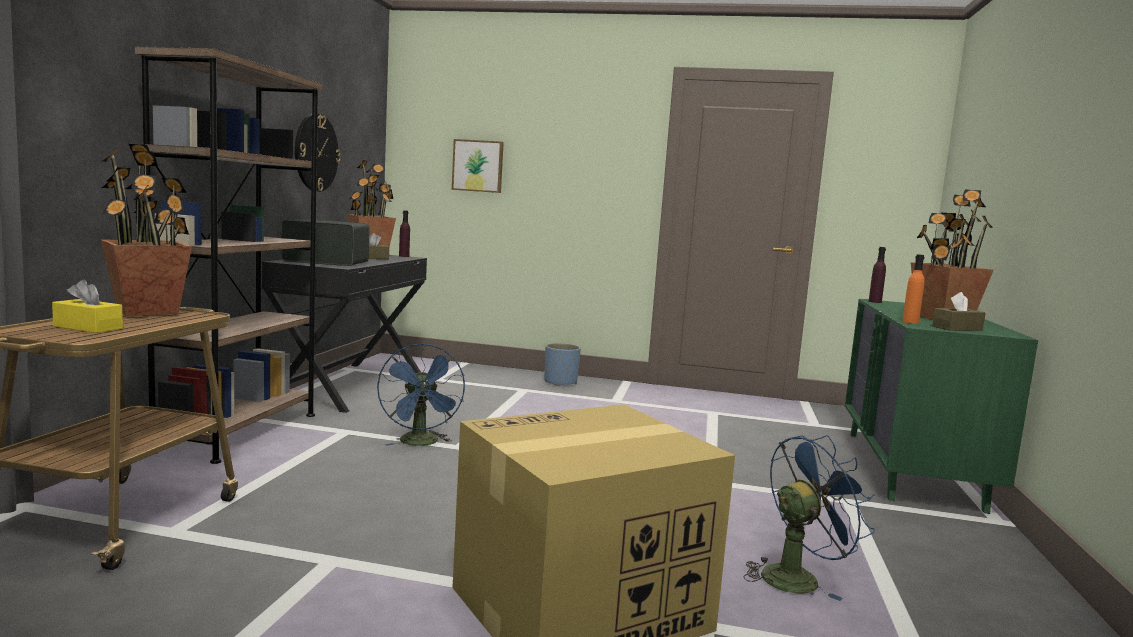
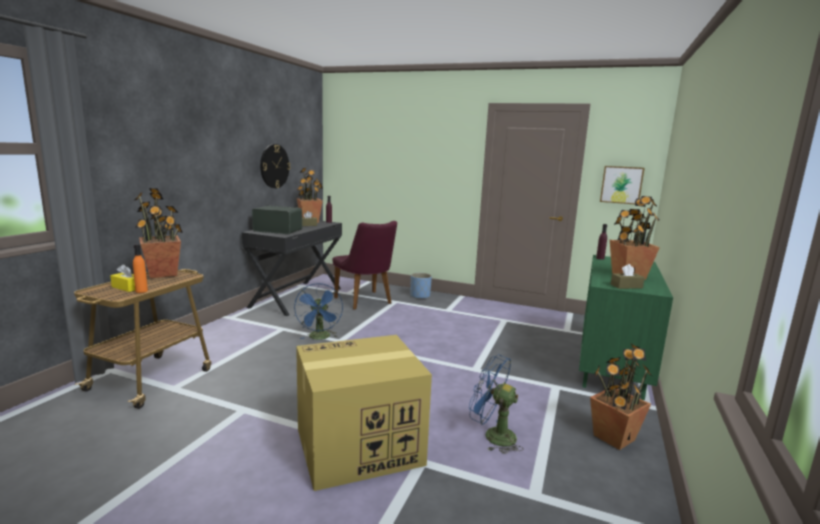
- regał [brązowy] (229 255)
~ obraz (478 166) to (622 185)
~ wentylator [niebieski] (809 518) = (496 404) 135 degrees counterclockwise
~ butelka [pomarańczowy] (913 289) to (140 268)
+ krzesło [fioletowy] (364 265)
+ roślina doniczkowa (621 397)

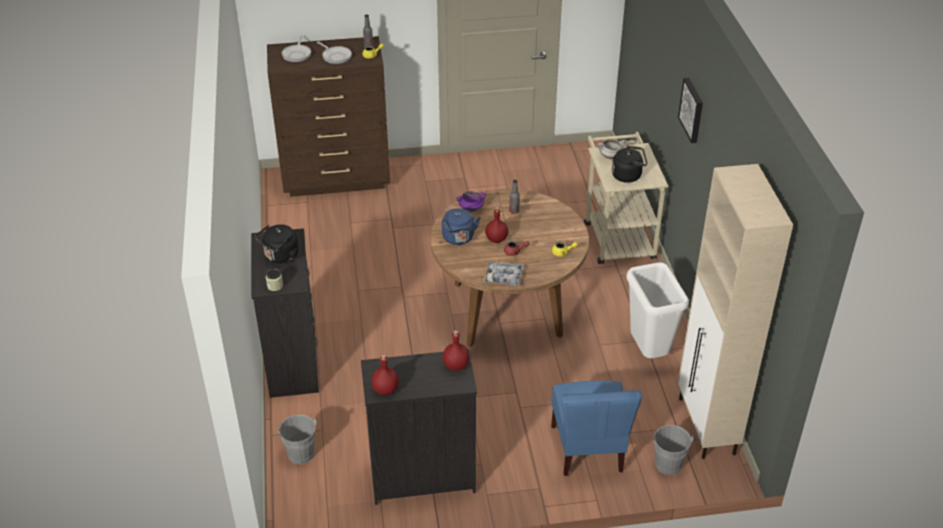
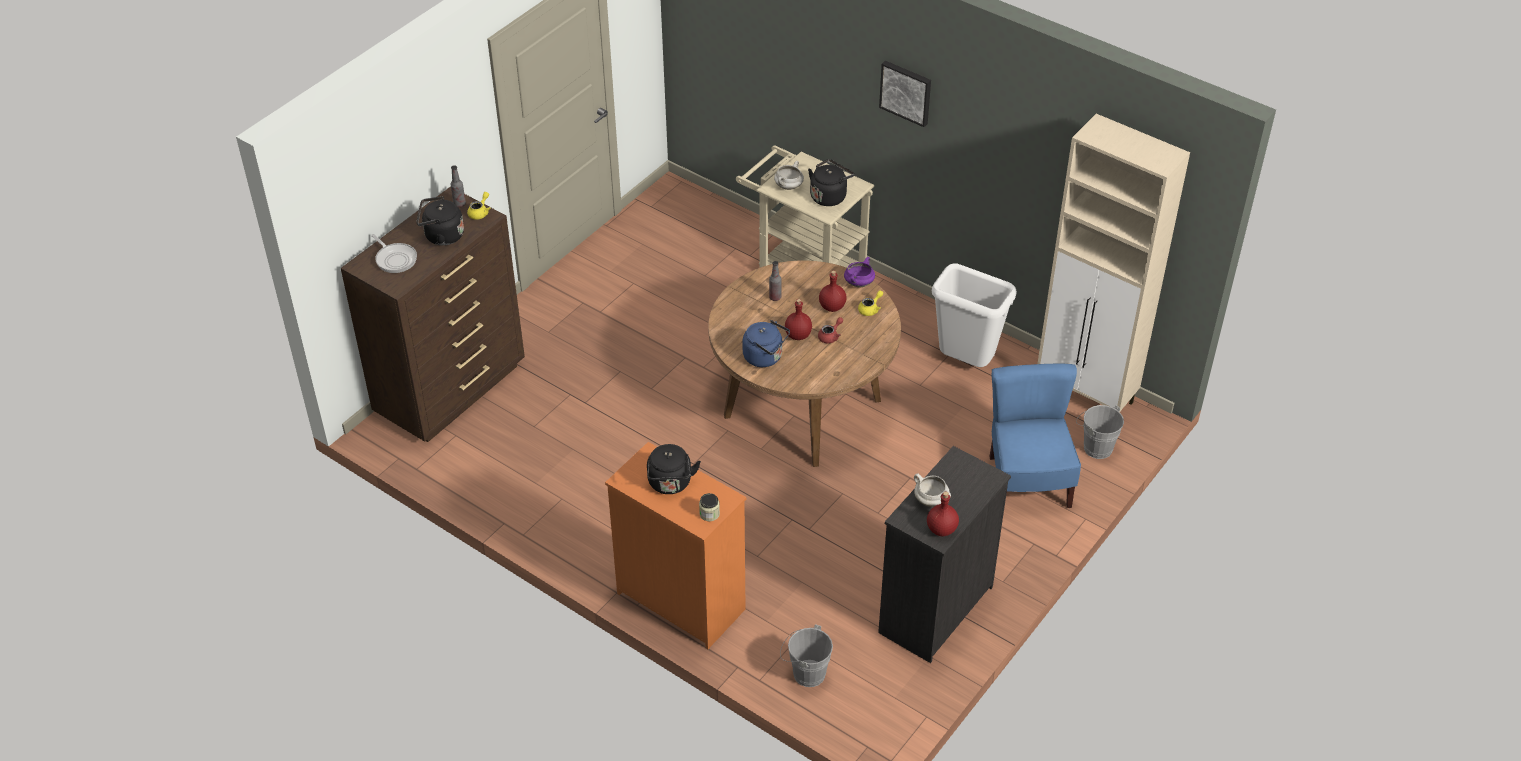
~ komoda [czarny] (285 313) to komoda [pomarańczowy] (675 545)
~ patelnia (334 53) to czajnik [czarny] (440 220)
~ butelka [czerwony] (456 350) to (833 291)
~ garnek [fioletowy] (471 201) to (859 272)
- taca (503 273)
~ krzesło [niebieski] (596 428) = (1035 436) 135 degrees counterclockwise
+ garnek [biały] (932 490)

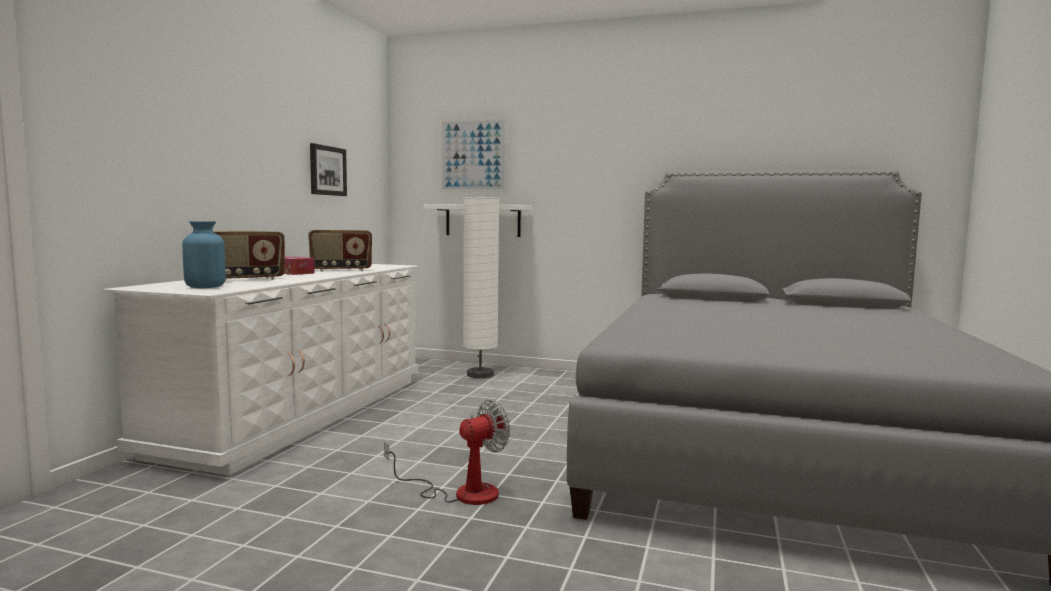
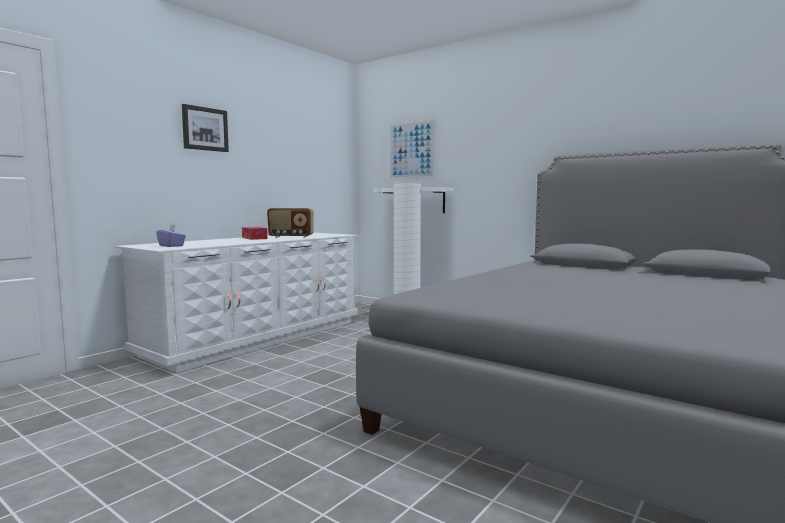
~ wazon [niebieski] (204 254) to pudełko chusteczek [fioletowy] (171 235)
- radio (249 255)
~ obraz (328 169) to (205 128)
- wentylator (447 452)

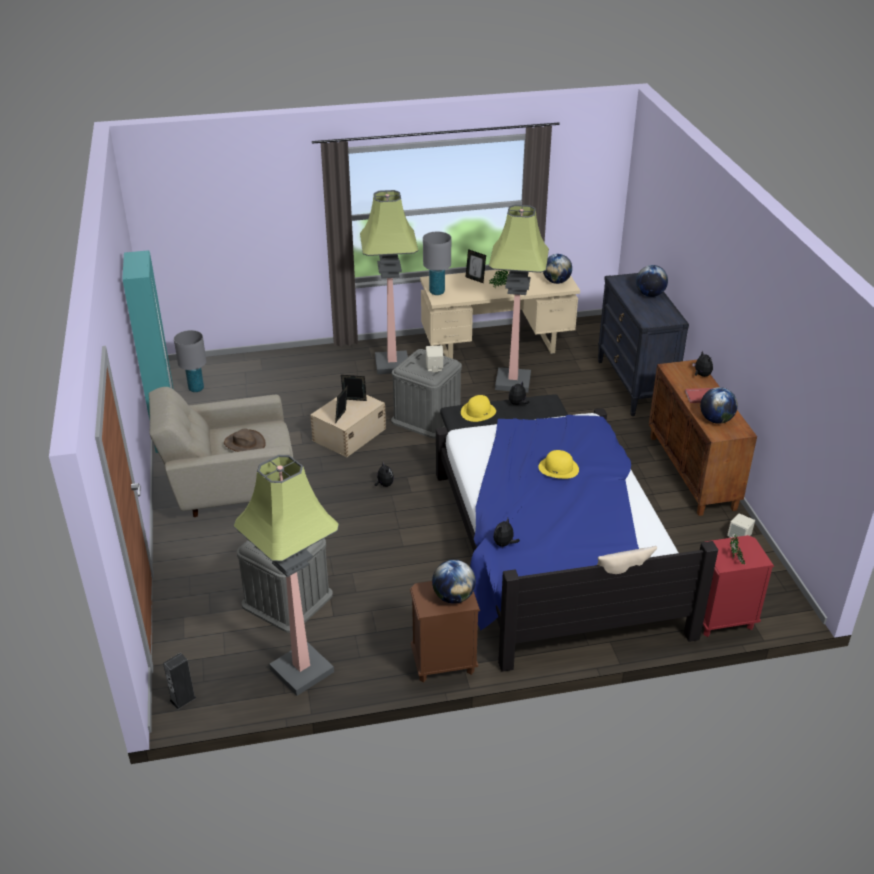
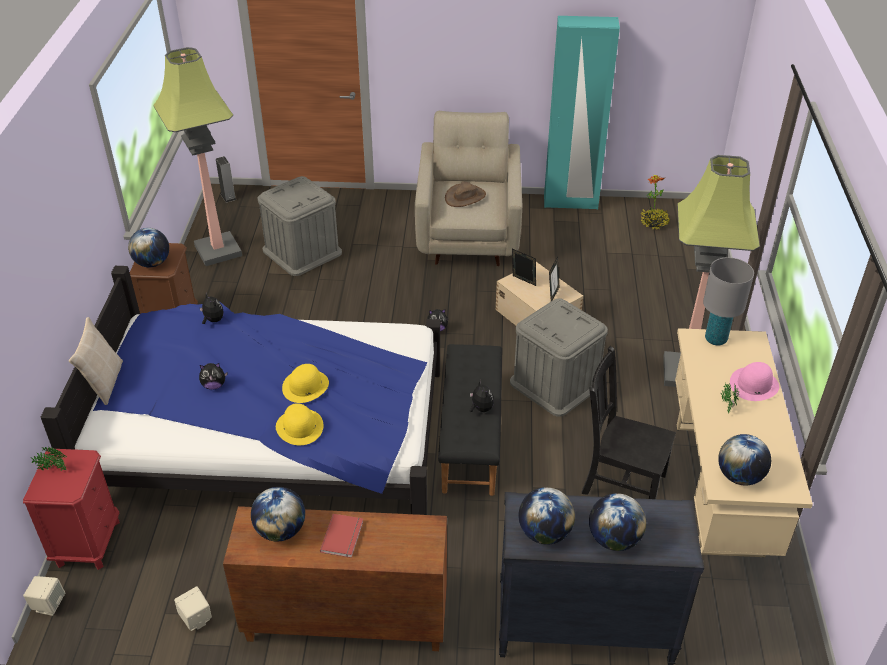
~ lampa stołowa [szary] (190 361) to roślina doniczkowa (655 202)
~ głośnik [beżowy] (434 359) to (44 596)
~ kapelusz [żółty] (478 408) to (299 424)
~ ramka na zdjęcie (476 266) to kapelusz [różowy] (754 381)
~ lampa stojąca (519 299) to krzesło [czarny] (629 422)
~ pluszak (702 364) to (213 376)
+ globus (546 516)

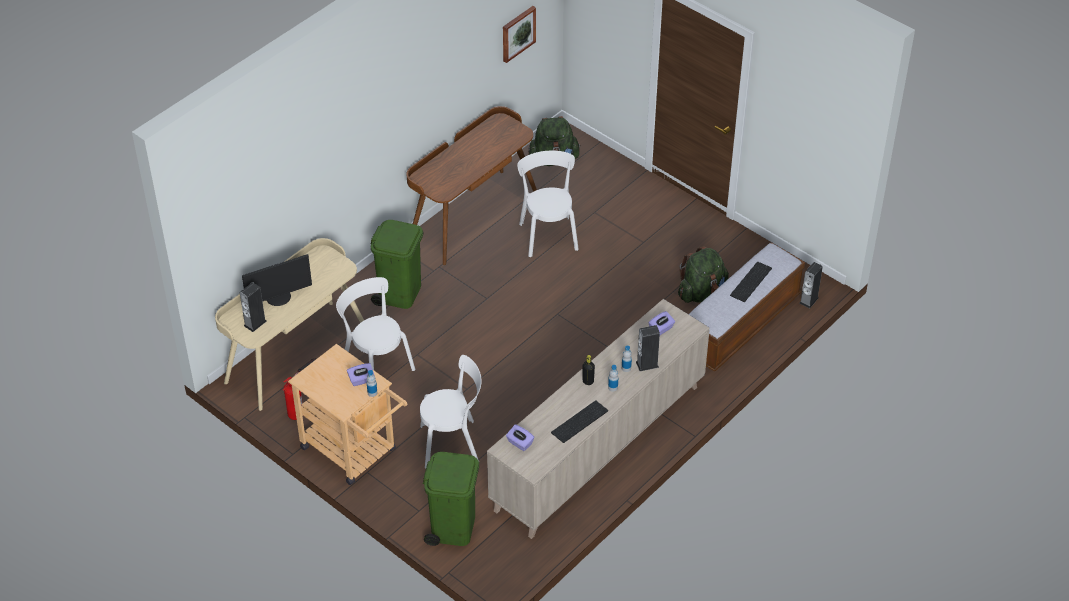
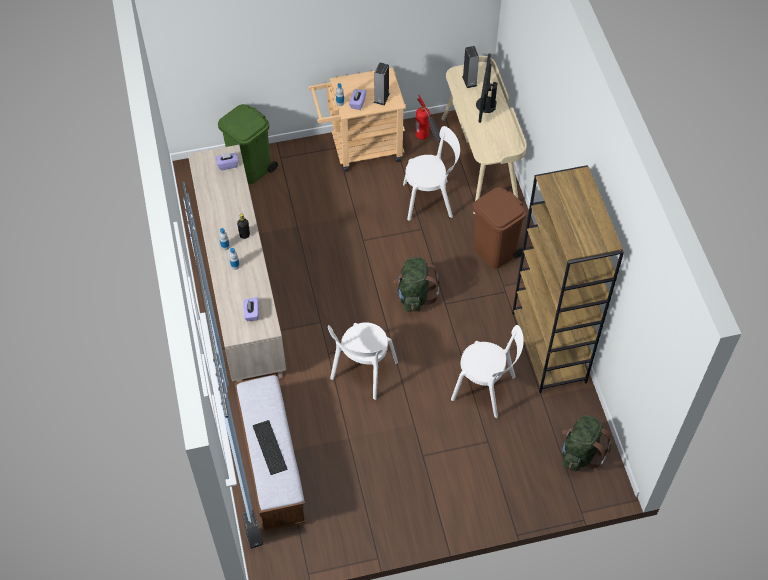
~ kosz na śmieci [zielony] (397 264) to kosz na śmieci [brązowy] (500 228)
~ biurko [brązowy] (471 185) to regał [brązowy] (568 279)
~ krzesło [biały] (450 411) to (363 361)
- obraz (519 34)
- klawiatura (579 421)
~ głośnik (648 348) to (382 84)
~ plecak [zielony] (703 274) to (416 284)

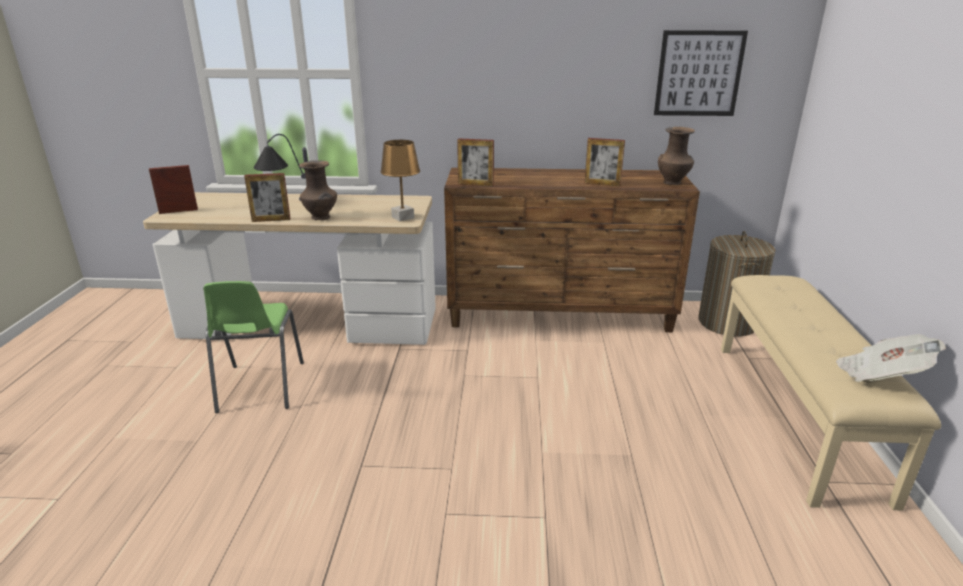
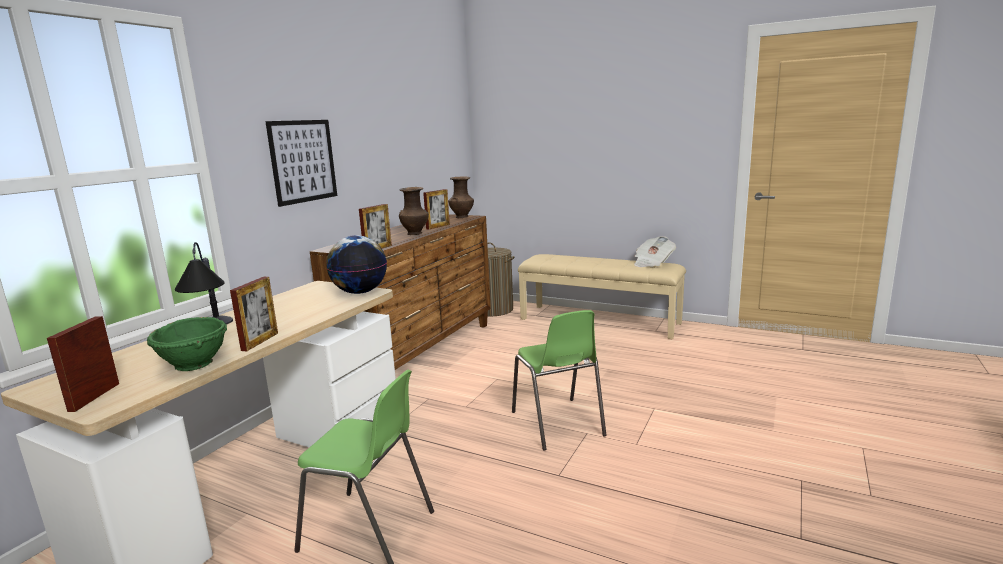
~ wazon [brązowy] (318 190) to (414 211)
~ lampa stołowa [brązowy] (400 180) to globus (357 264)
~ obraz (701 73) to (301 163)
+ miska [zielony] (187 344)
+ krzesło [zielony] (559 380)

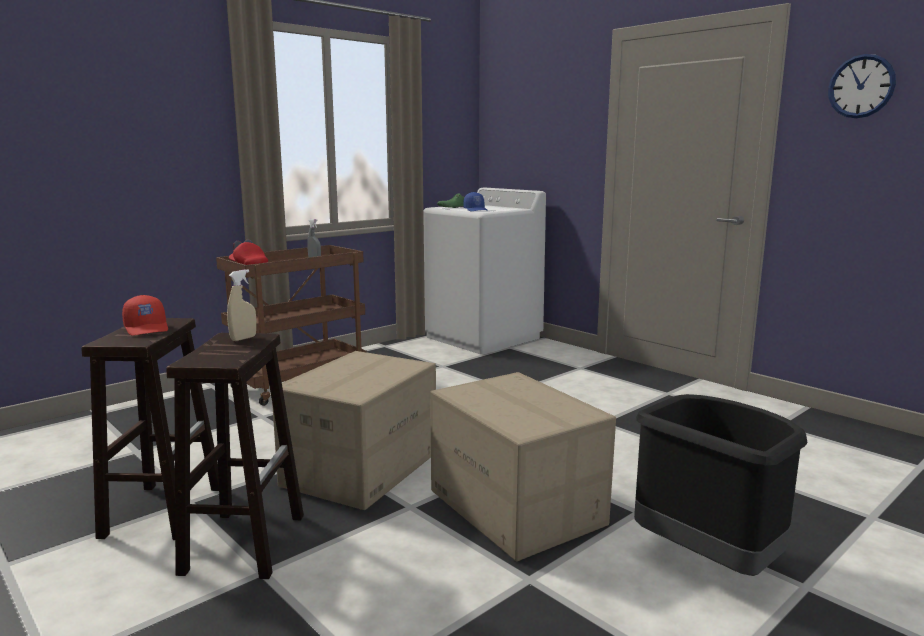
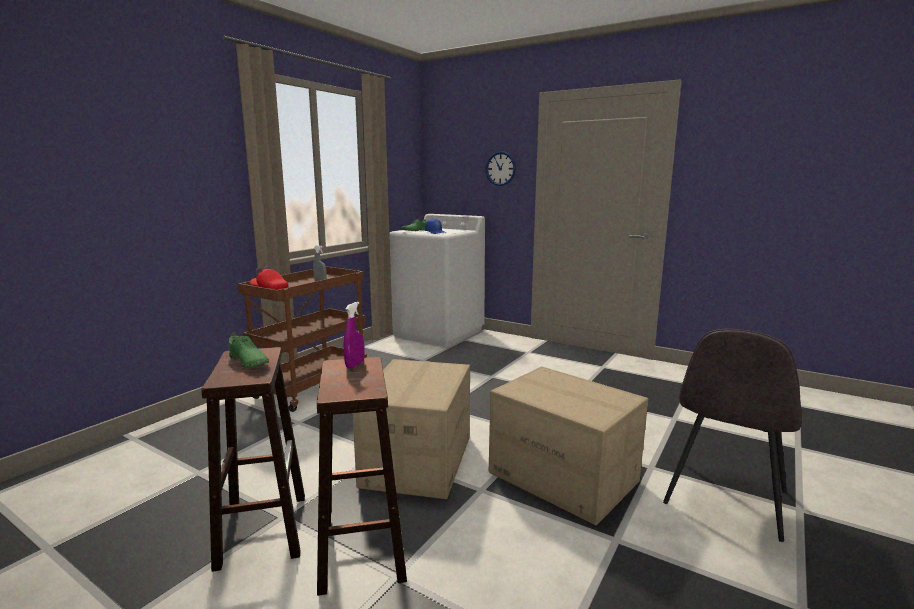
~ czapka z daszkiem [czerwony] (145 315) to but [zielony] (249 350)
~ spryskiwacz [beżowy] (241 305) to spryskiwacz [fioletowy] (353 335)
~ kosz na śmieci [czarny] (721 485) to krzesło [szary] (732 435)
~ zegar ścienny (862 86) to (500 168)

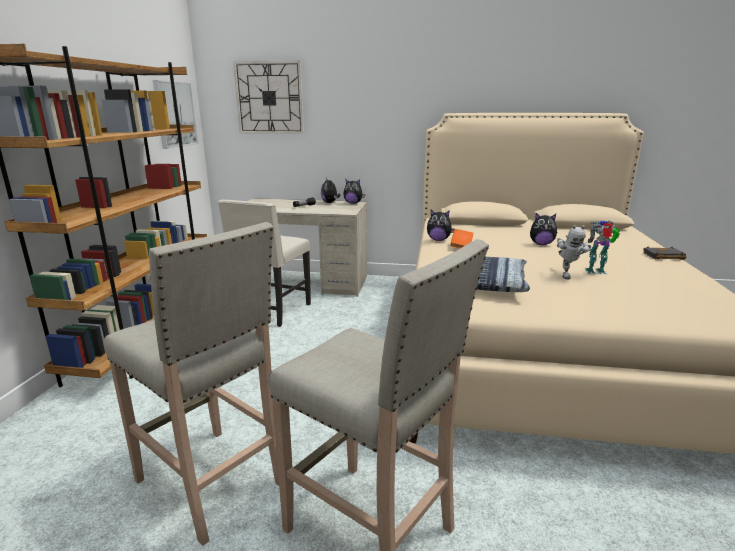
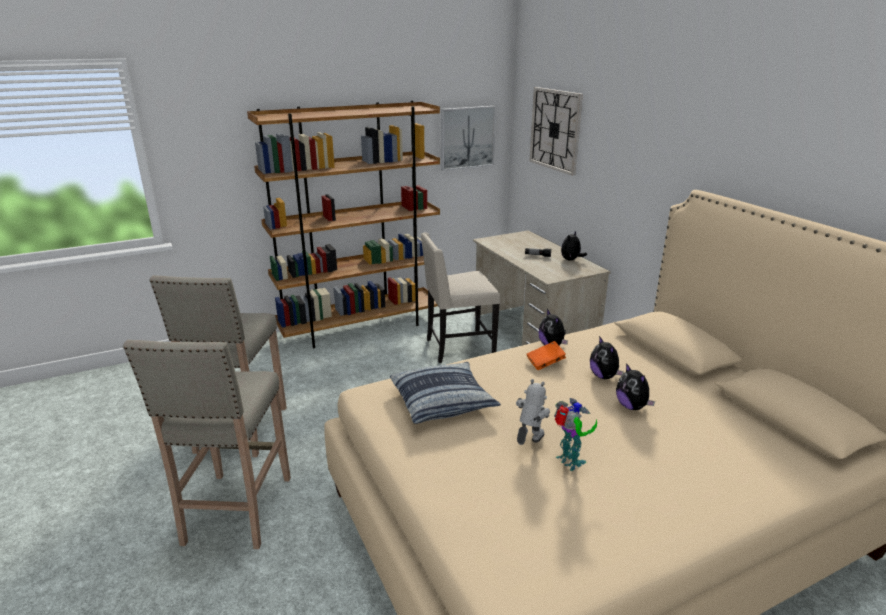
~ pluszak (354 191) to (607 357)
~ robot zabawkowy (574 252) = (533 412) 150 degrees clockwise
- książka [czarny] (664 253)

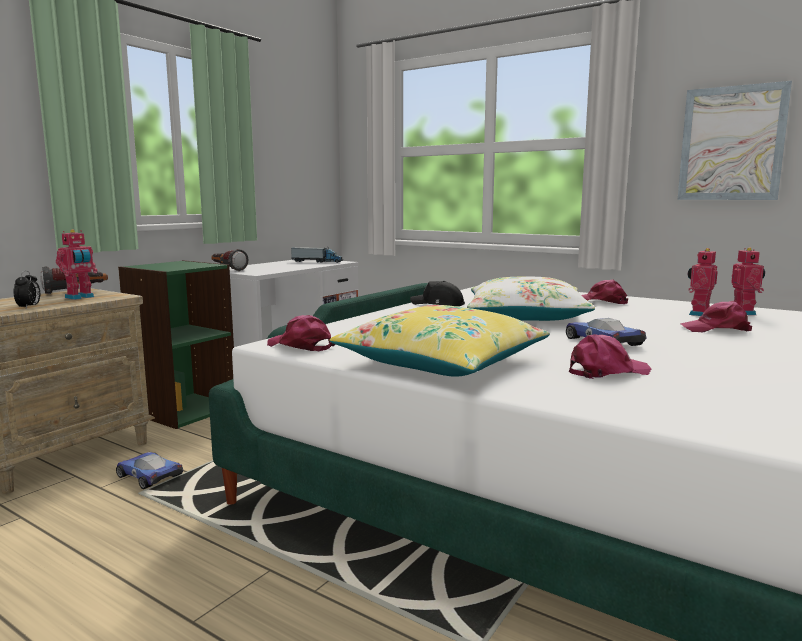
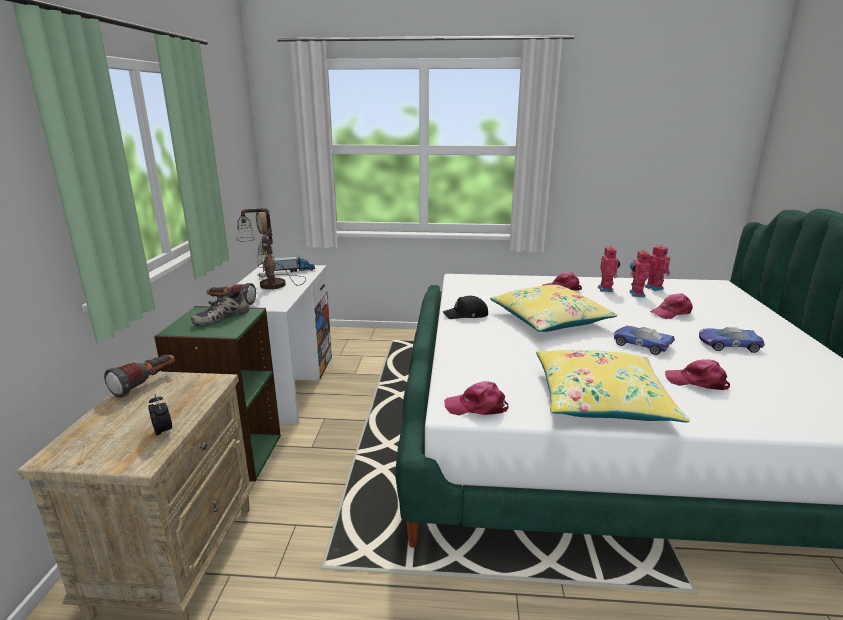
~ robot zabawkowy (77 264) to (609 268)
~ samochodzik (149 470) to (732 340)
~ poduszka [biały] (531 299) to poduszka [żółty] (553 308)
~ czapka z daszkiem [różowy] (610 356) = (697 374) 105 degrees counterclockwise
- obraz (735 140)
+ but (220 308)
+ lampa stołowa (271 249)

